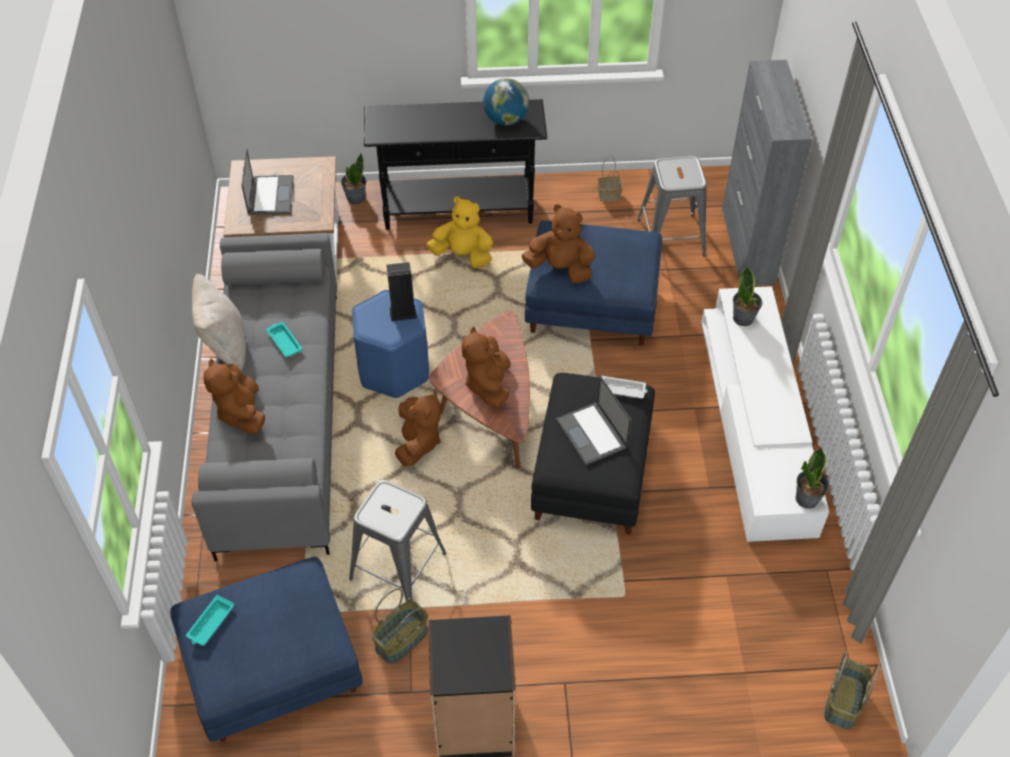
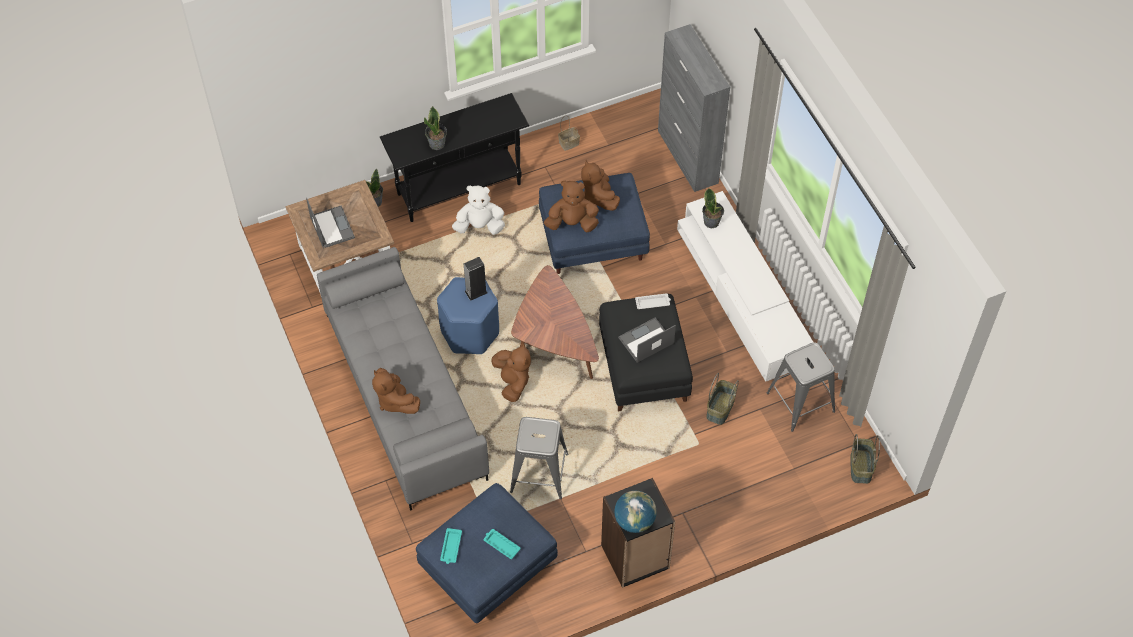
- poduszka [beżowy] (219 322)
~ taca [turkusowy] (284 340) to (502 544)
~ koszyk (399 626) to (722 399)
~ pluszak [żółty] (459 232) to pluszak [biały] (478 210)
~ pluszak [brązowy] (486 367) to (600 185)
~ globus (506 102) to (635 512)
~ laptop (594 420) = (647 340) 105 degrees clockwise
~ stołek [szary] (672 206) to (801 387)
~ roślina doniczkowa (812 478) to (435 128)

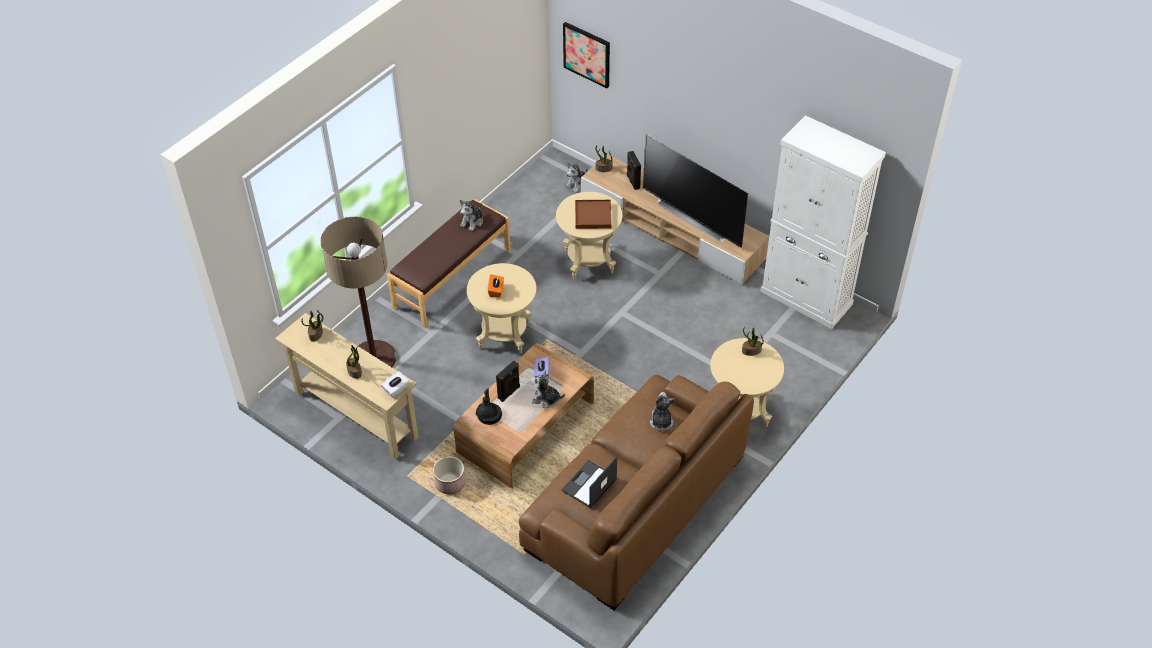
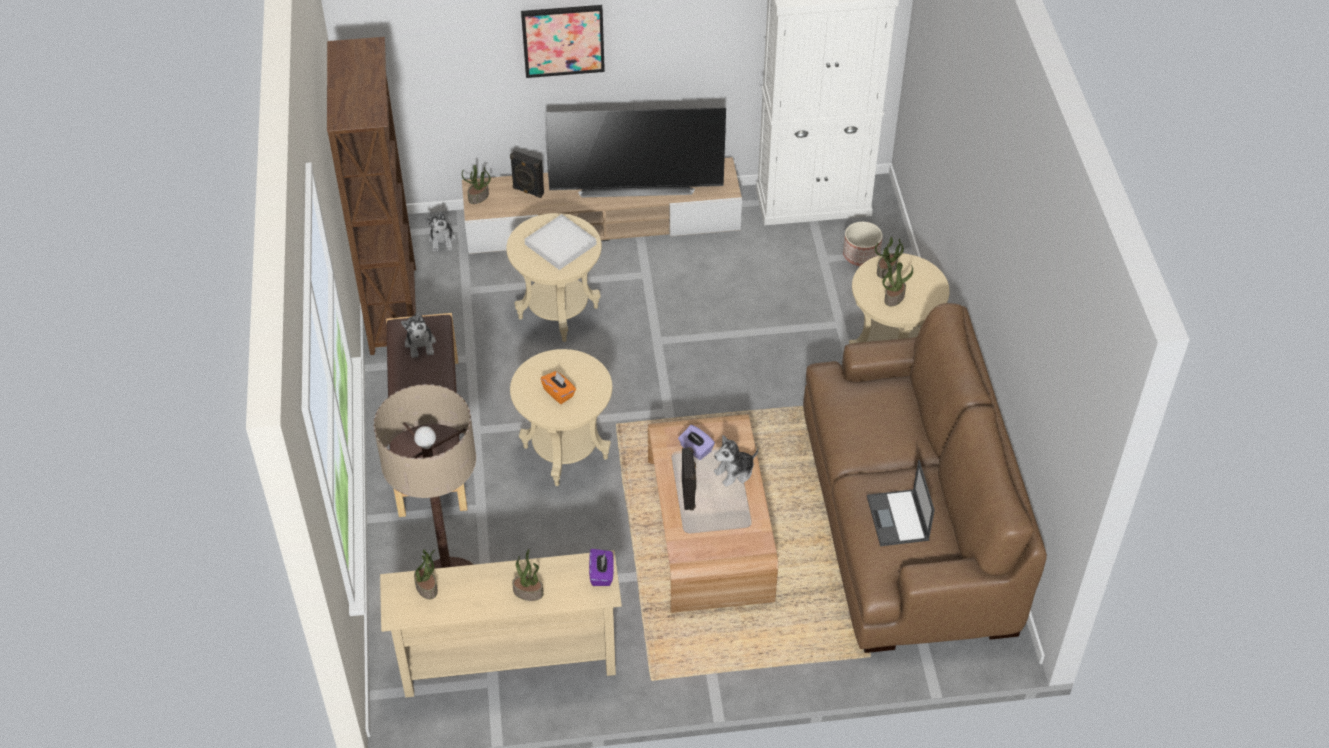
~ pudełko chusteczek [biały] (395 384) to pudełko chusteczek [fioletowy] (601 567)
~ donica (449 475) to (863 244)
- lampa stołowa [czarny] (489 406)
~ obraz (586 55) to (563 41)
~ taca [brązowy] (593 214) to taca [biały] (560 242)
- pluszak (662 411)
+ regał [brązowy] (371 196)
+ roślina doniczkowa (897 283)

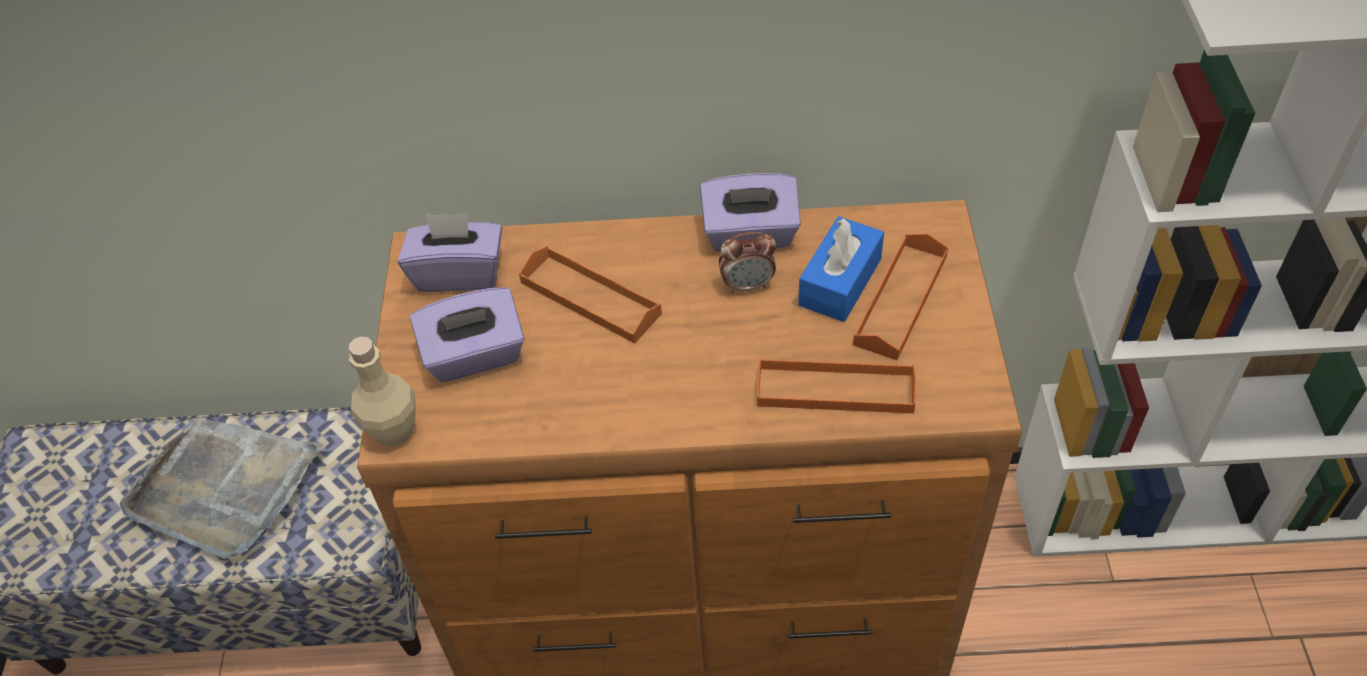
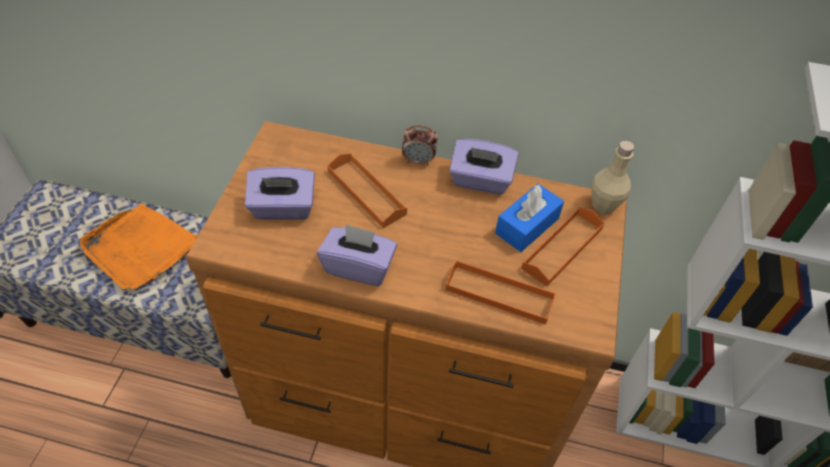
~ taca [szary] (222 488) to taca [pomarańczowy] (138 246)
~ butelka [beżowy] (382 392) to (612 177)
~ pudełko chusteczek [fioletowy] (450 253) to (357 255)
~ budzik (747 263) to (420 145)

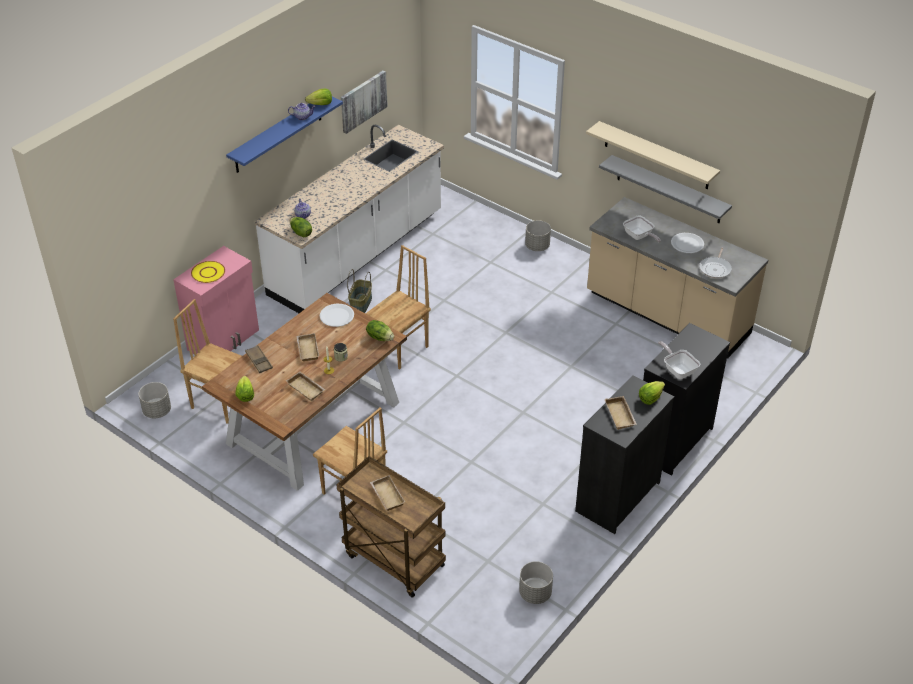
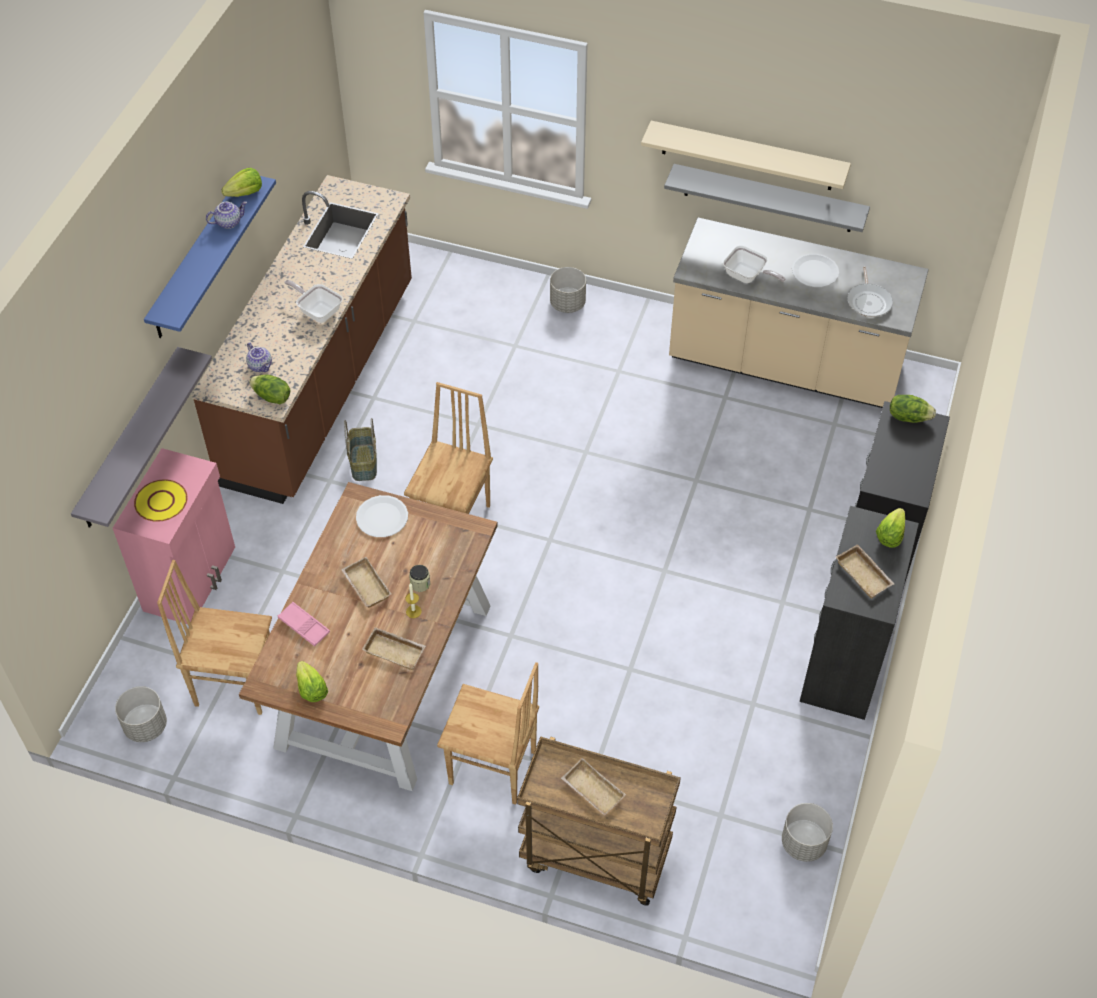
~ taca [brązowy] (259 359) to taca [różowy] (304 624)
~ zabudowa kuchenna [biały] (349 219) to zabudowa kuchenna [brązowy] (301 339)
- obraz (364 102)
~ sałata (380 330) to (913 409)
~ patelnia (679 360) to (313 301)
+ półka [szary] (141 437)

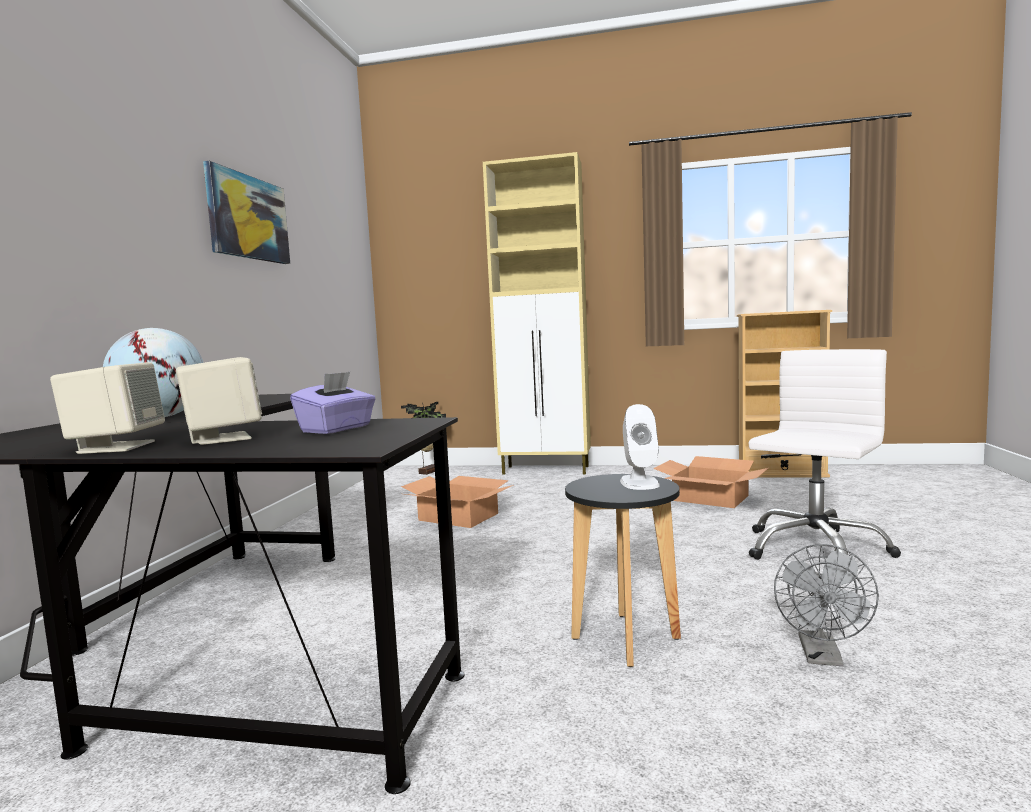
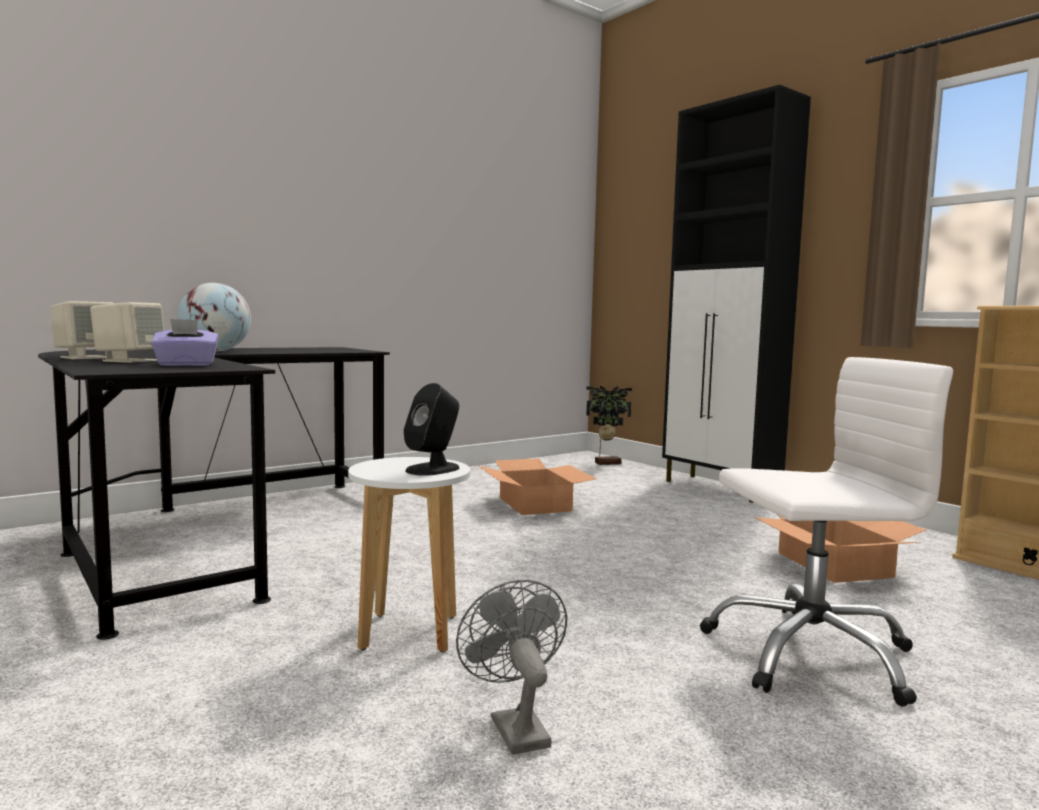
- obraz (246 212)
~ szafka [beżowy] (537 313) to szafka [czarny] (736 294)
~ stołek [czarny] (623 570) to stołek [biały] (409 555)
~ głośnik [biały] (640 447) to głośnik [czarny] (432 429)
~ wentylator [szary] (826 605) = (511 667) 105 degrees clockwise

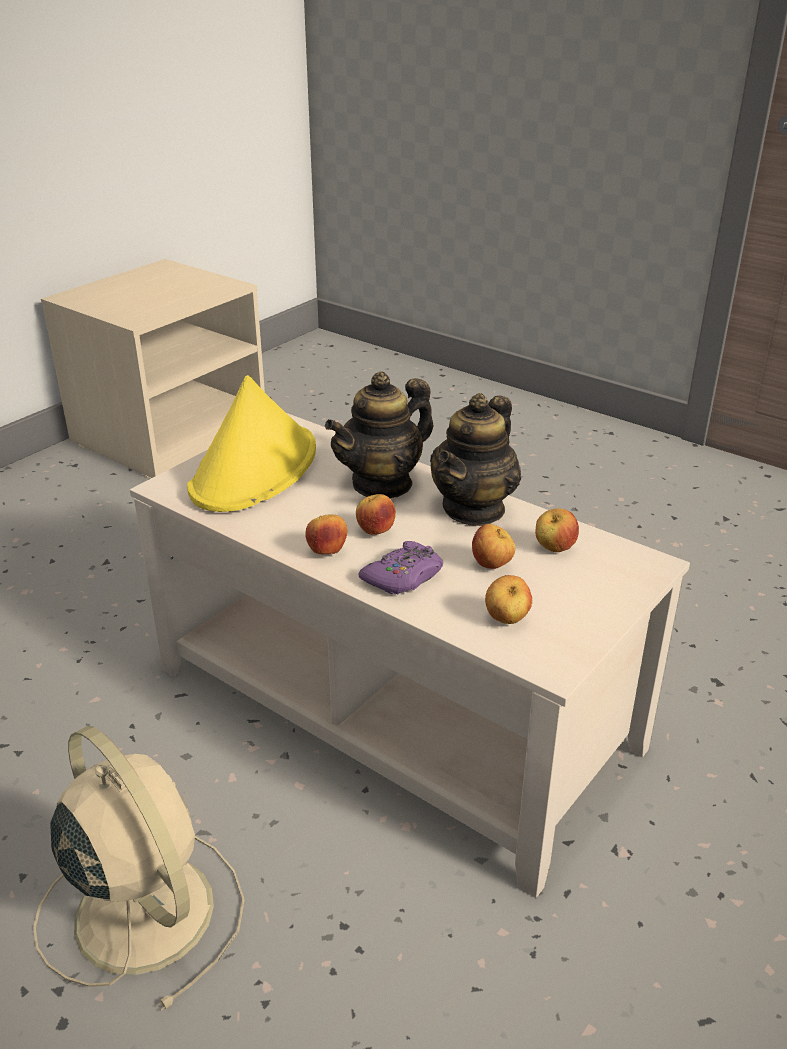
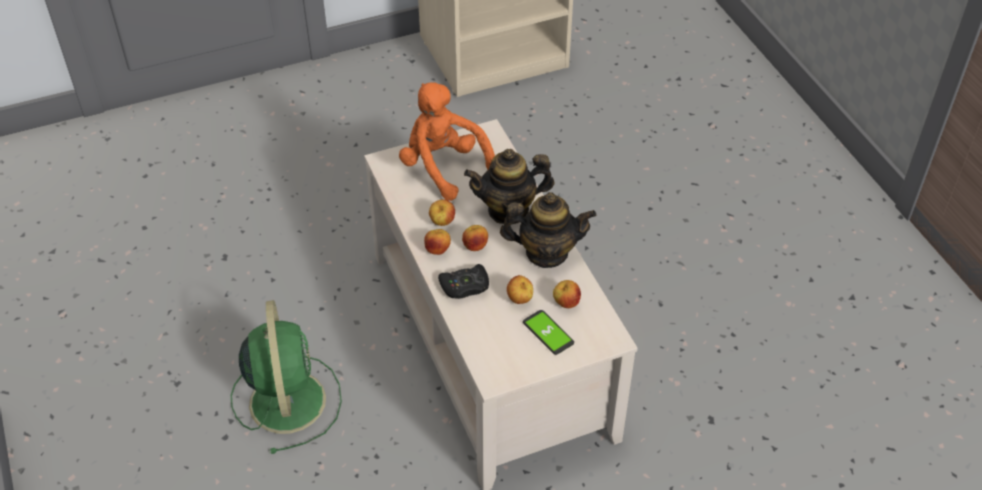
~ wentylator [beżowy] (138 868) to wentylator [zielony] (286 377)
~ kapelusz [żółty] (251 443) to pluszak [pomarańczowy] (447 141)
~ pad do gier [fioletowy] (401 567) to pad do gier [czarny] (463 281)
~ imbryk (475 459) = (548 230) 150 degrees counterclockwise
~ jabłko (508 599) to (442 212)
+ telefon (548 332)

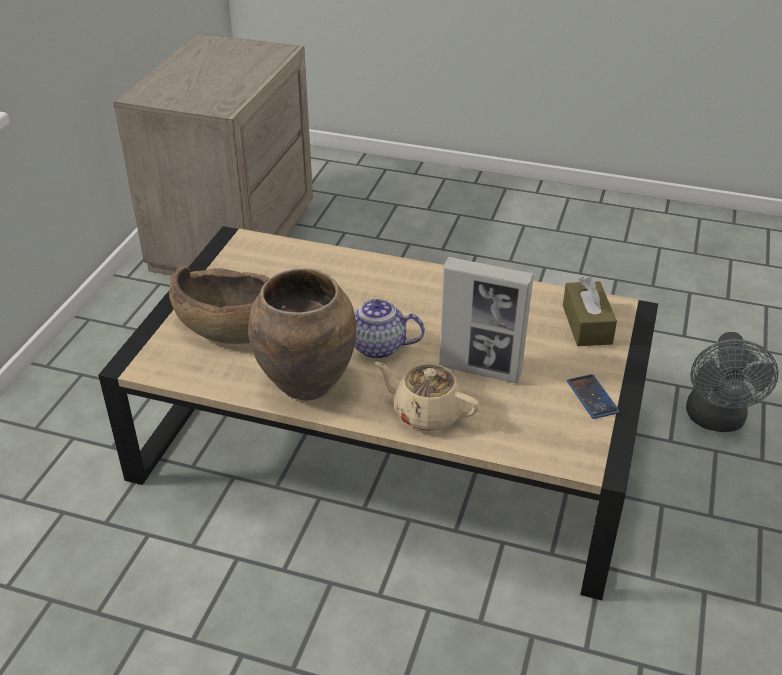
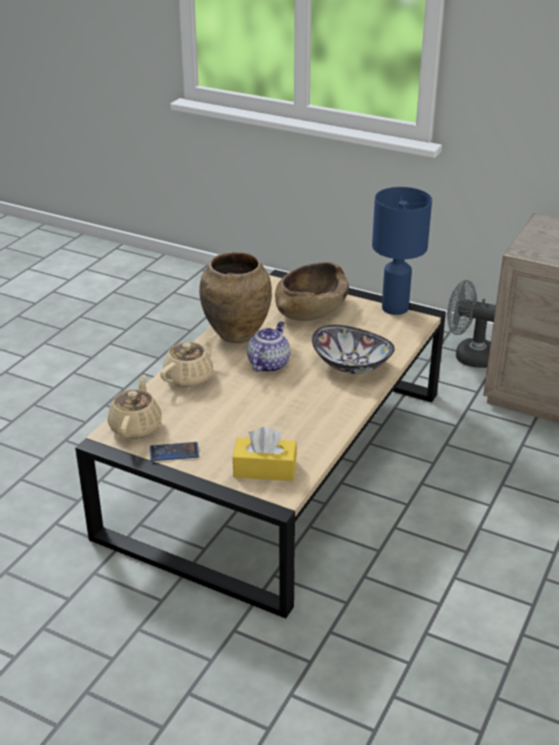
- ramka na zdjęcie (486 320)
~ pudełko chusteczek [brązowy] (590 311) to pudełko chusteczek [żółty] (265 454)
~ wentylator [szary] (732 382) to (471 324)
+ imbryk [beżowy] (135 406)
+ miska (353 349)
+ lampa stołowa [niebieski] (402 251)

